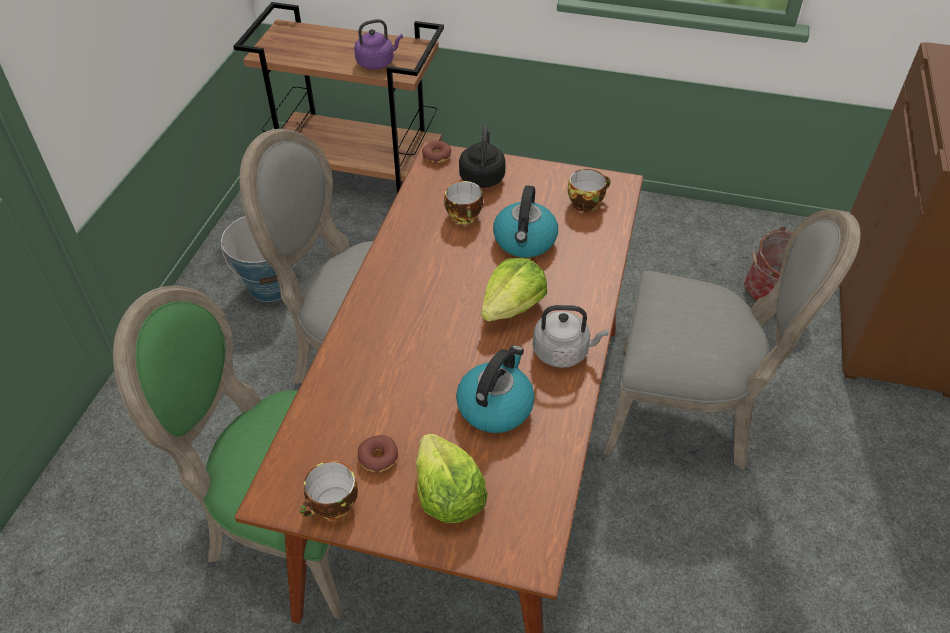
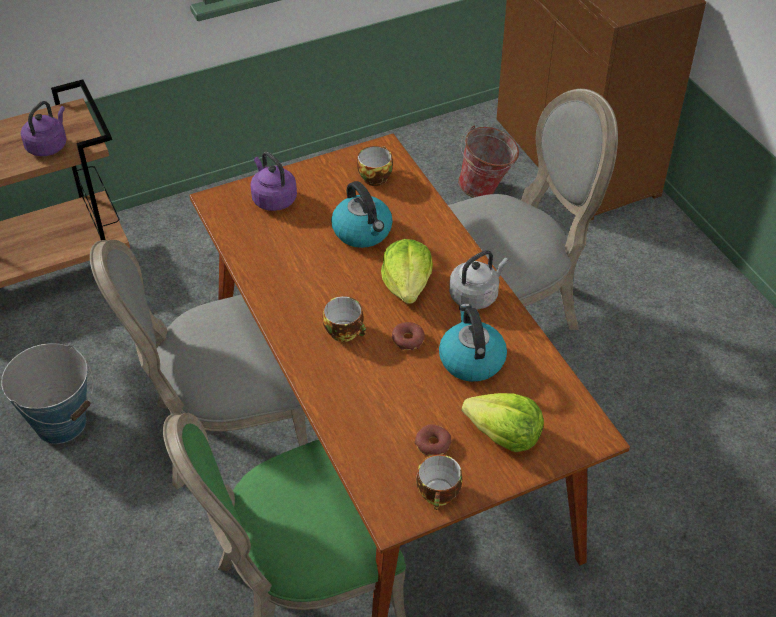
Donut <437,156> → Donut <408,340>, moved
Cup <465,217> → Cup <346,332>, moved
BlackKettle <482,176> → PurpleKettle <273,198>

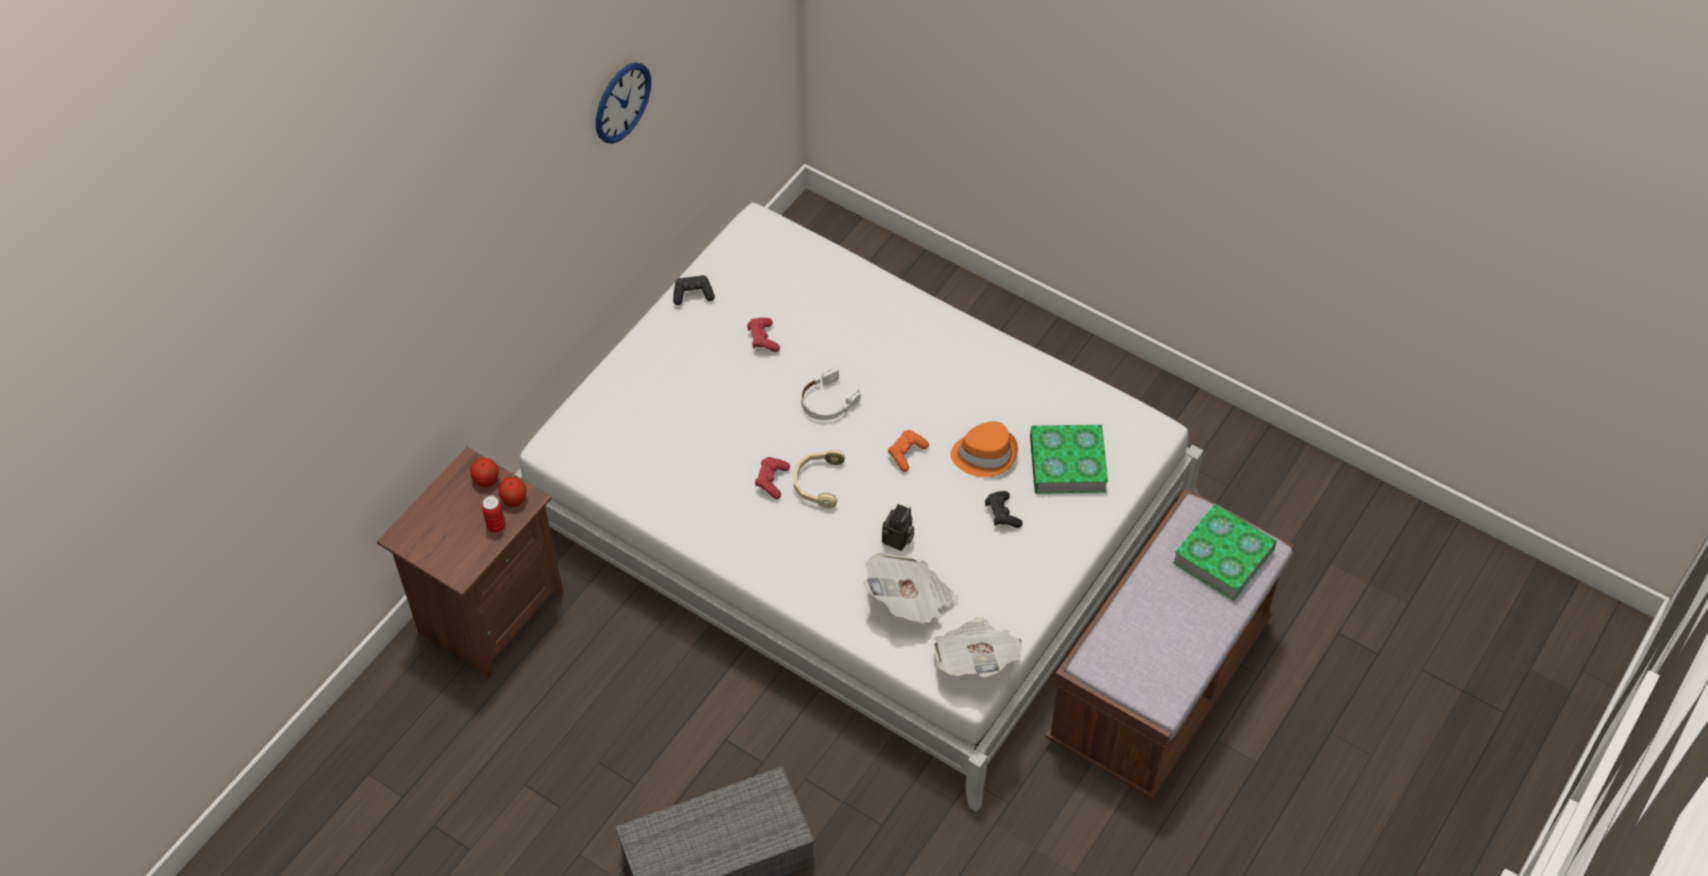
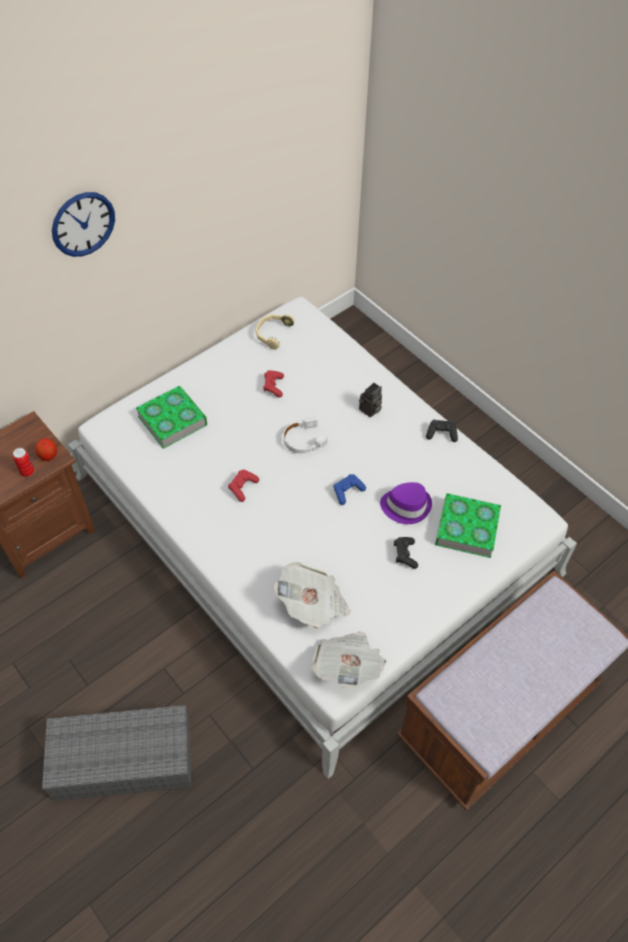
Apple <486,480> → -
WallClock <622,102> → WallClock <83,224>, moved
BlackGameController <693,294> → BlackGameController <441,434>, moved
BeigeHeadphones <817,482> → BeigeHeadphones <272,333>, moved
PhotoCamera <898,540> → PhotoCamera <370,410>, moved
Book <1223,556> → Book <172,420>, moved
OrangeGameController <906,454> → BlueGameController <347,491>
OrangeHat <984,453> → PurpleHat <406,505>

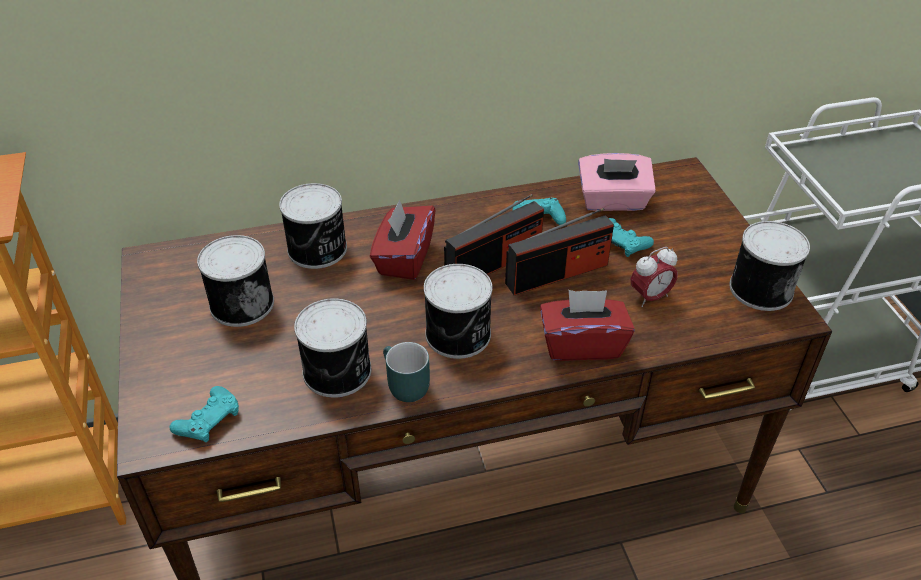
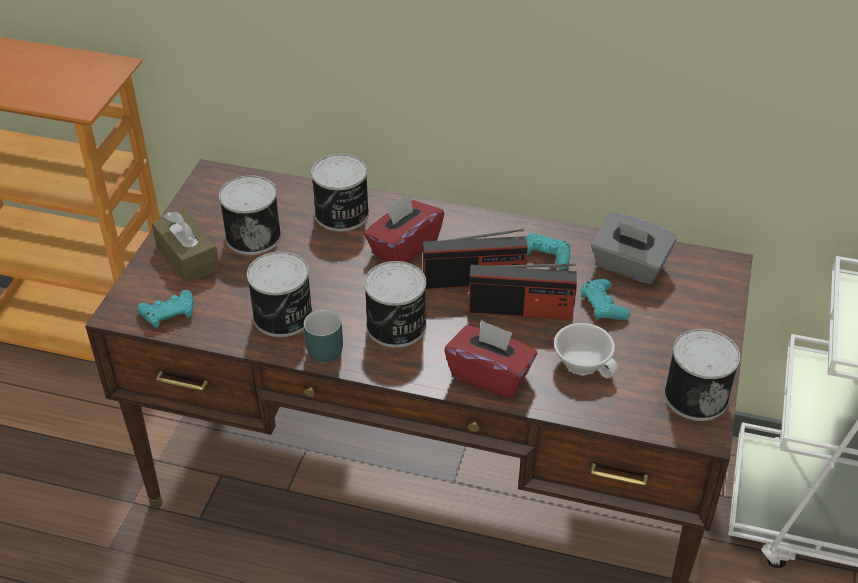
- → BrownTissueBox <187,257>
AlarmClock <650,297> → WhiteCup <585,362>
PinkTissueBox <613,201> → GreyTissueBox <629,266>

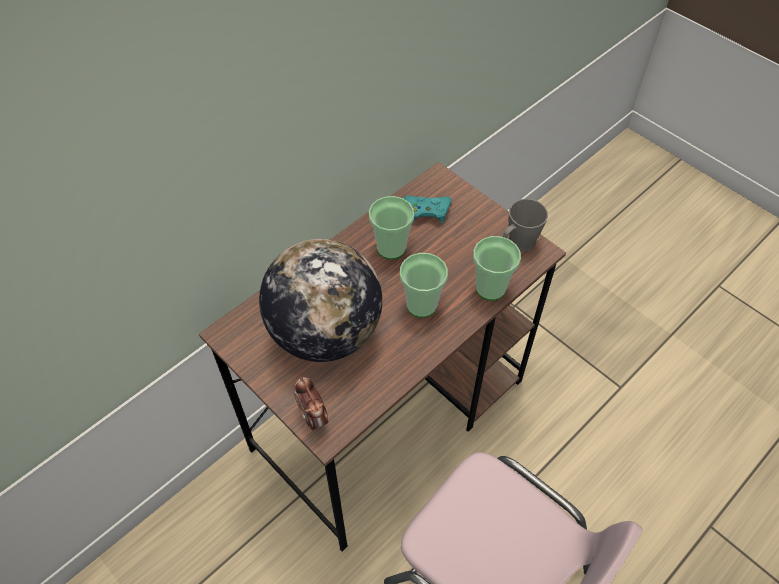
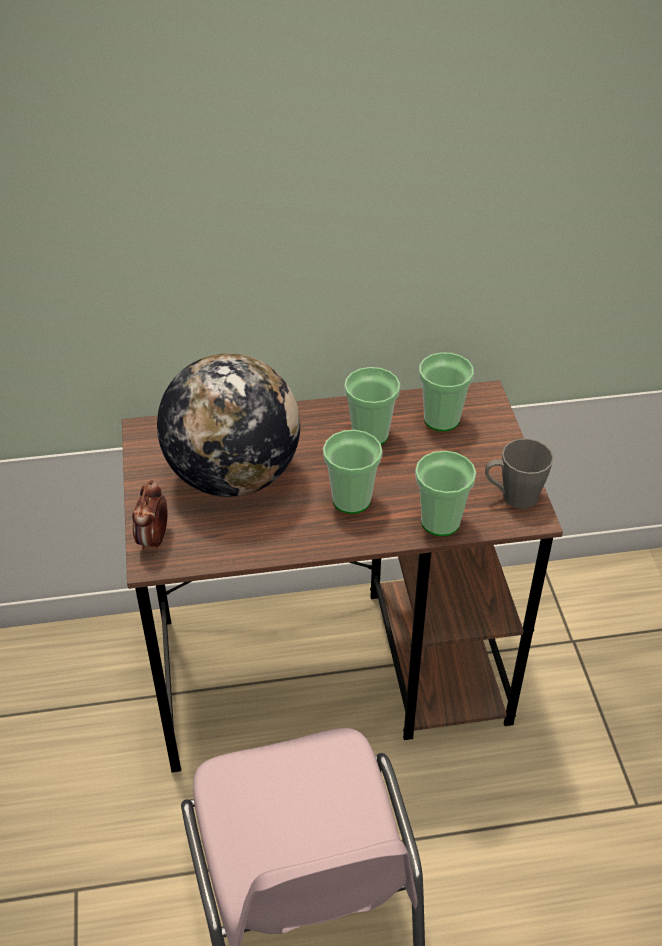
TurquoiseGameController <427,211> → Cup <441,419>

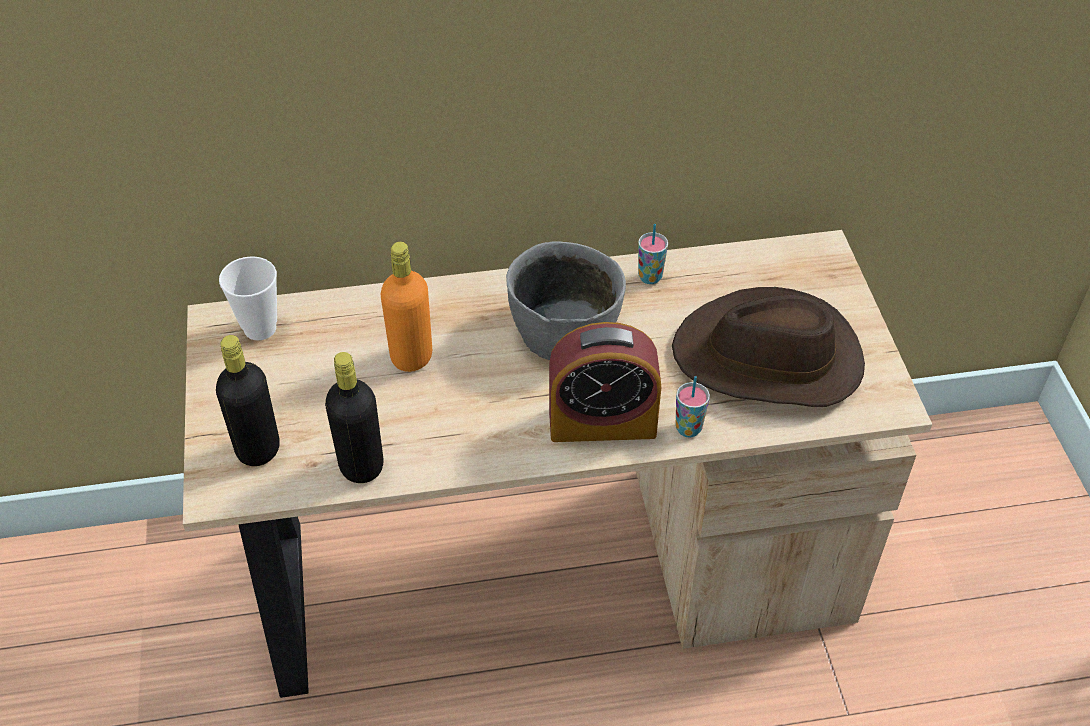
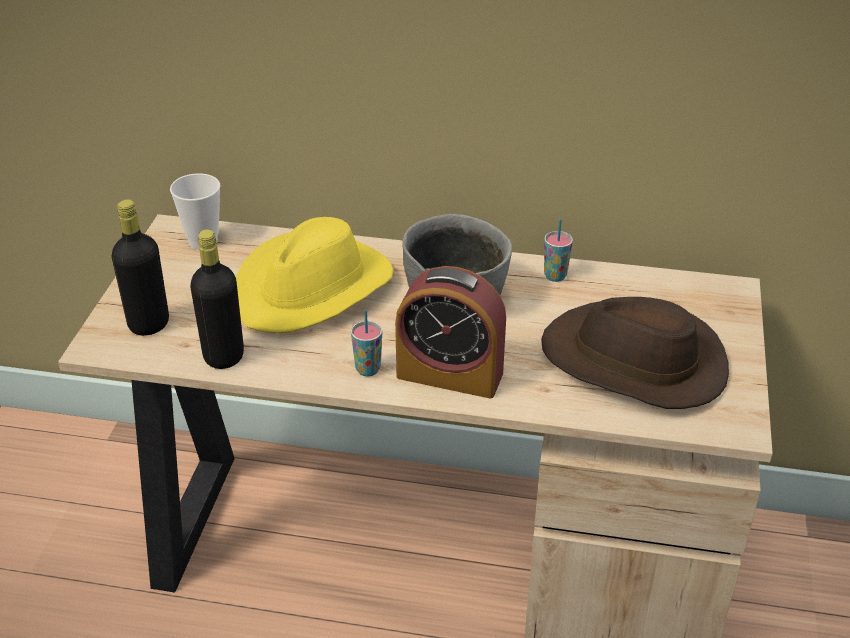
Cup <688,429> → Cup <368,369>, moved
OrangeBottle <411,357> → YellowHat <312,288>

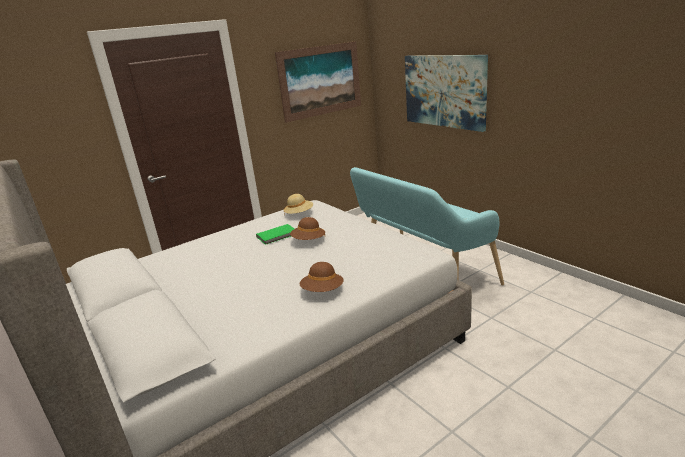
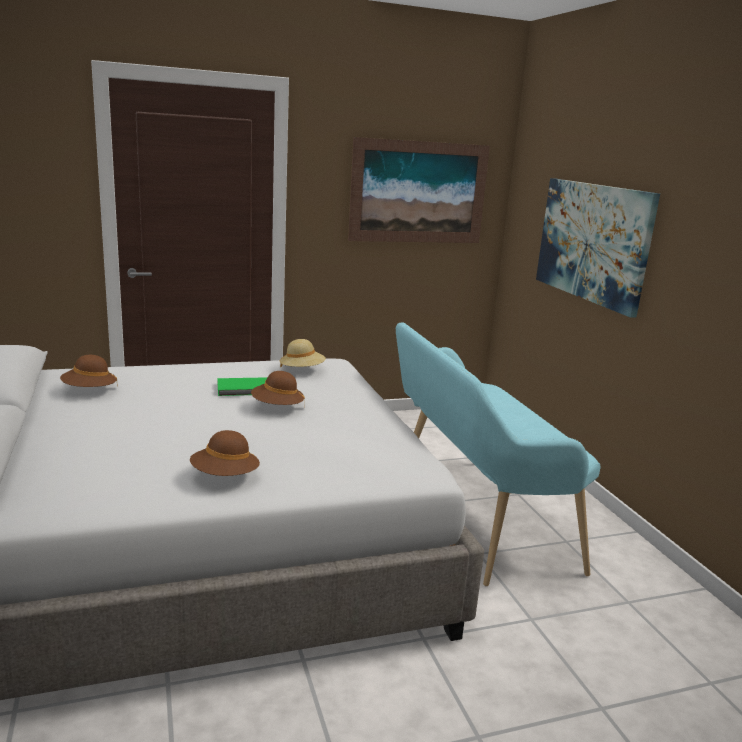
- → BrownHat <89,391>

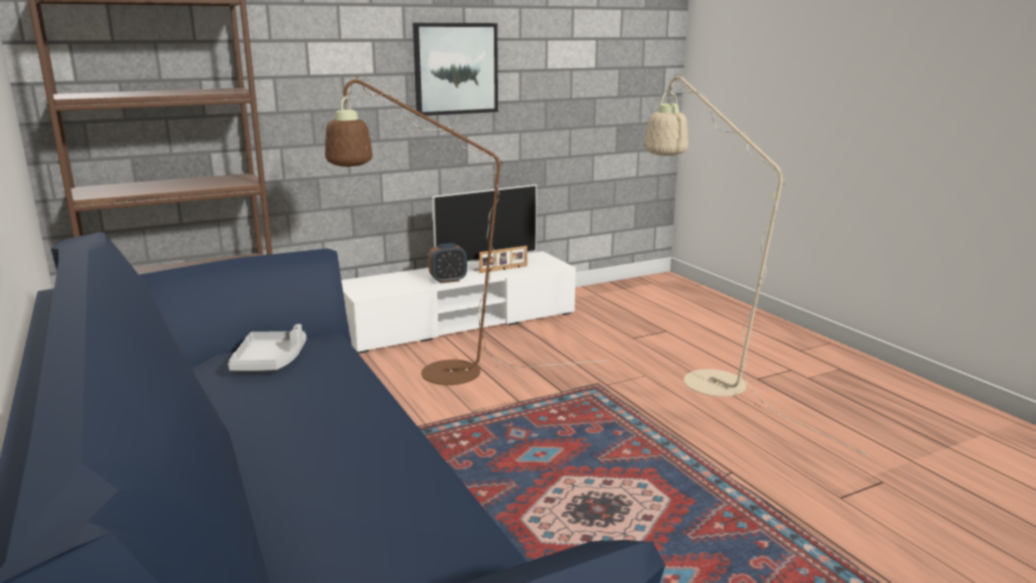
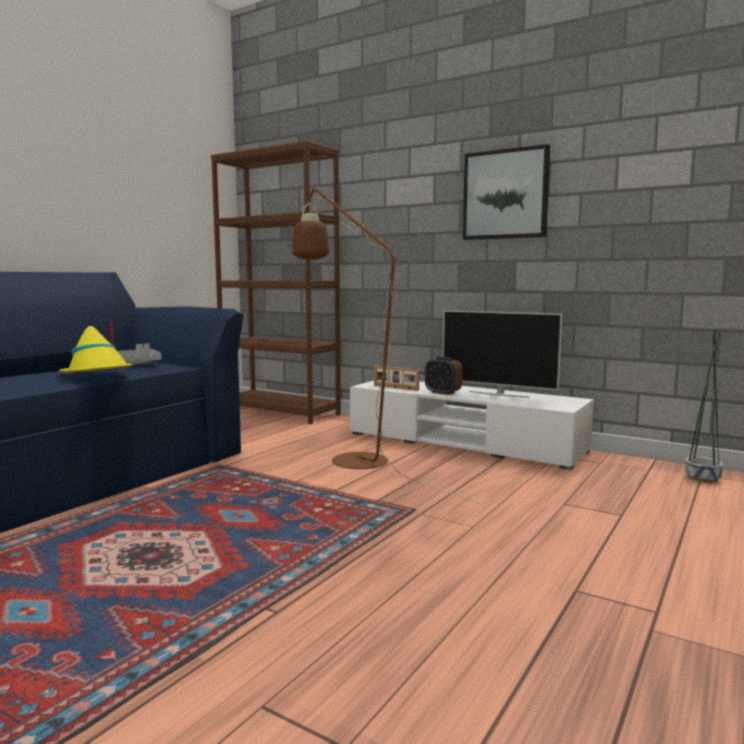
BeigeFloorLamp <701,377> → -
- → YellowHat <98,374>
- → GreenPlanter <702,478>
PictureFrame <504,269> → PictureFrame <395,388>, moved

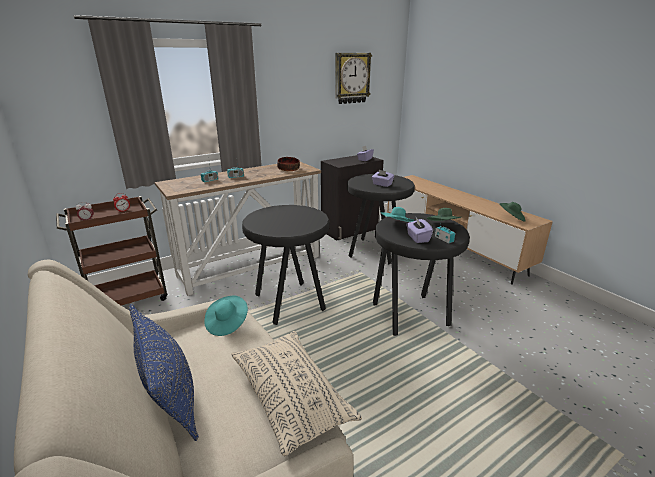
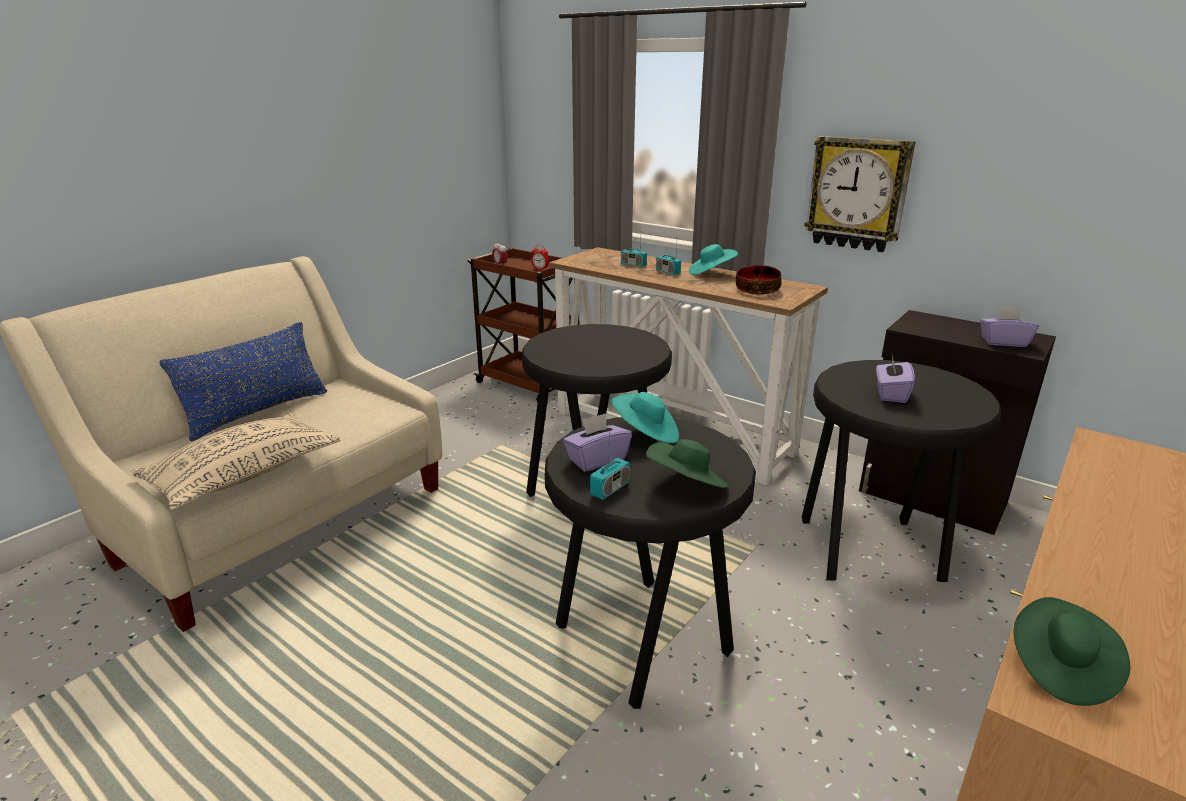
TurquoiseHat <227,323> → TurquoiseHat <711,273>, moved
WallClock <351,78> → WallClock <857,194>, moved

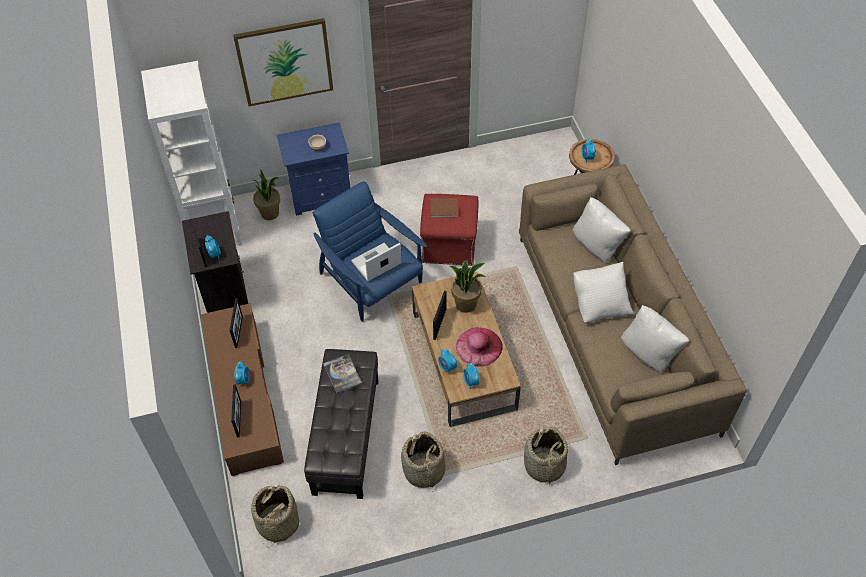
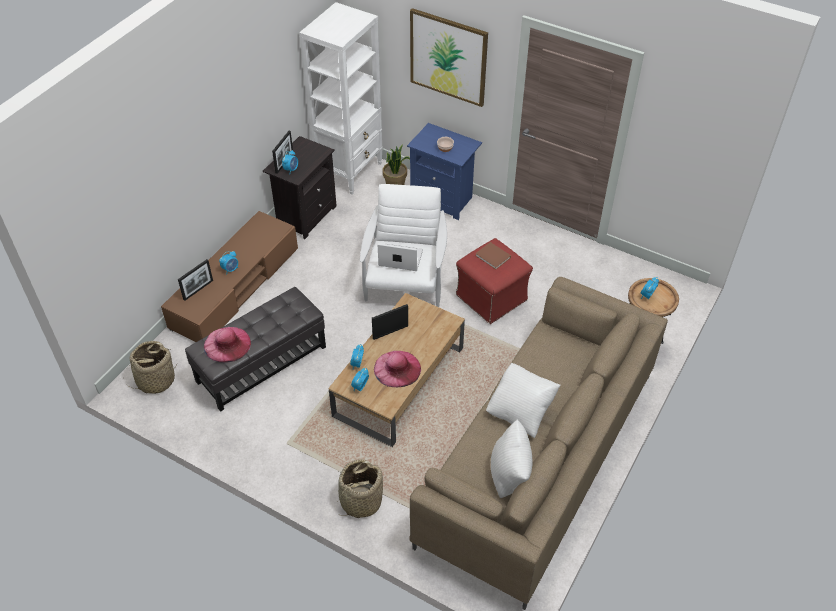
PictureFrame <238,332> → -
Book <342,374> → -
Basket <424,471> → -
PottedPlant <466,303> → -
WhitePillow <597,246> → -
- → PinkHat <227,344>
BlueArmchair <372,281> → WhiteArmchair <405,280>

